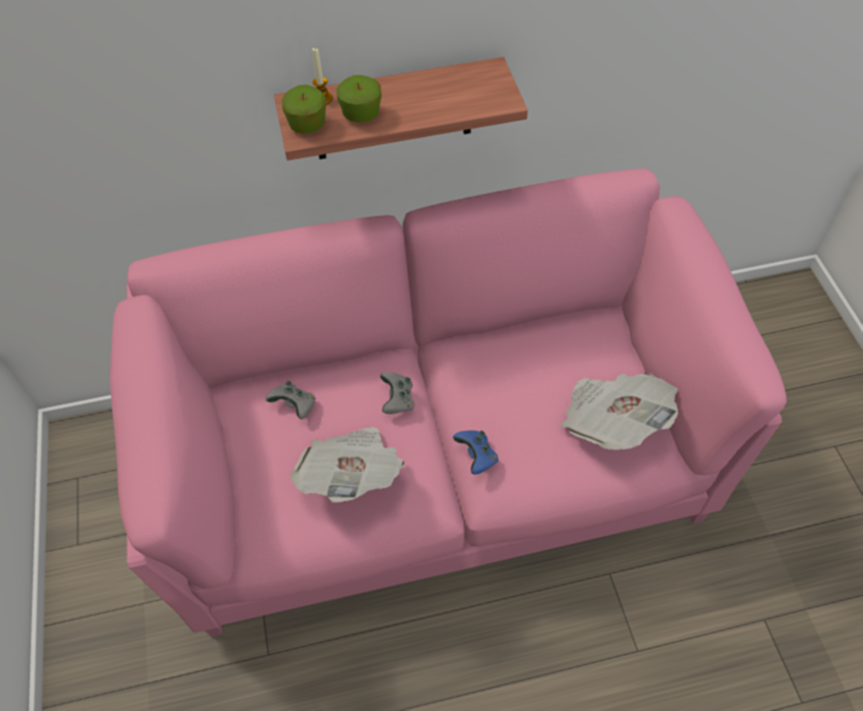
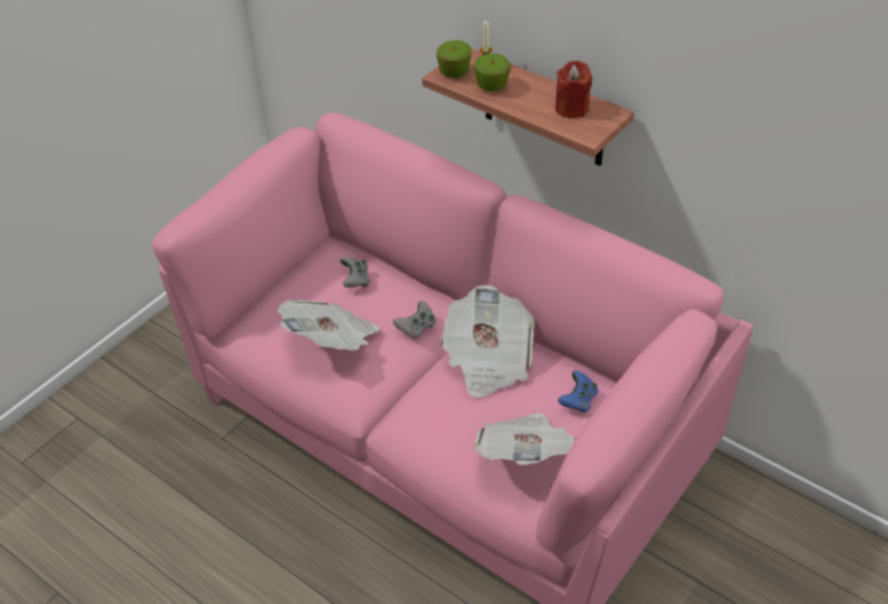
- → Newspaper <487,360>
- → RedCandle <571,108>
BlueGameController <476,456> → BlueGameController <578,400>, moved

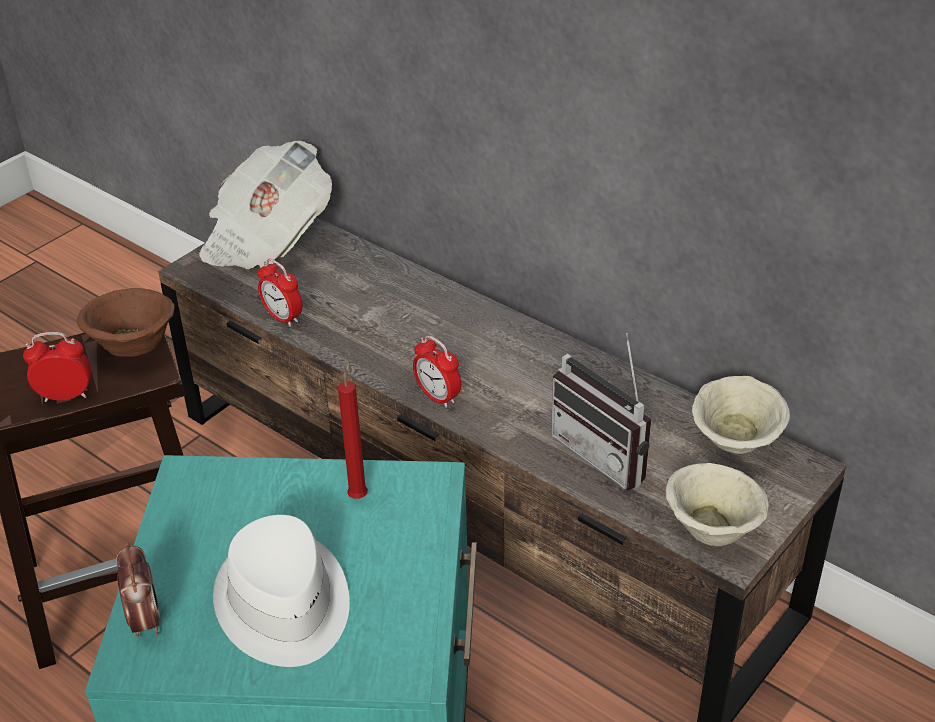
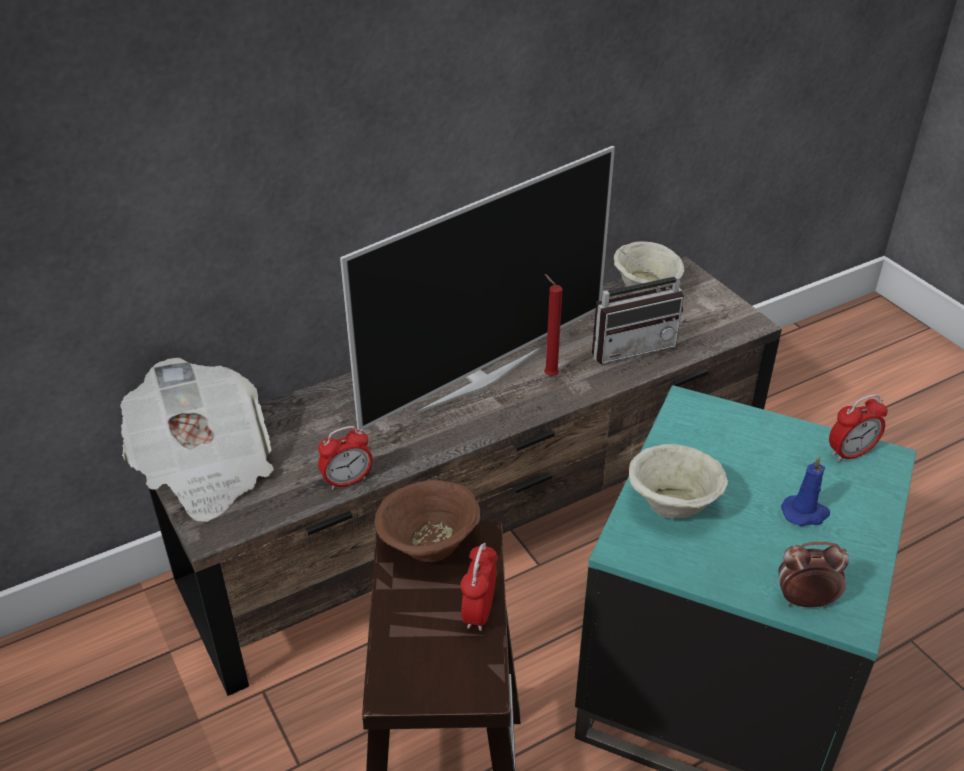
- → Television <478,379>
RedCandle <359,495> → RedCandle <549,375>, moved
AlarmClock <438,397> → AlarmClock <850,453>, moved
BeigeBowl <710,530> → BeigeBowl <671,506>, moved
WhiteHat <283,605> → BlueCandle <805,513>

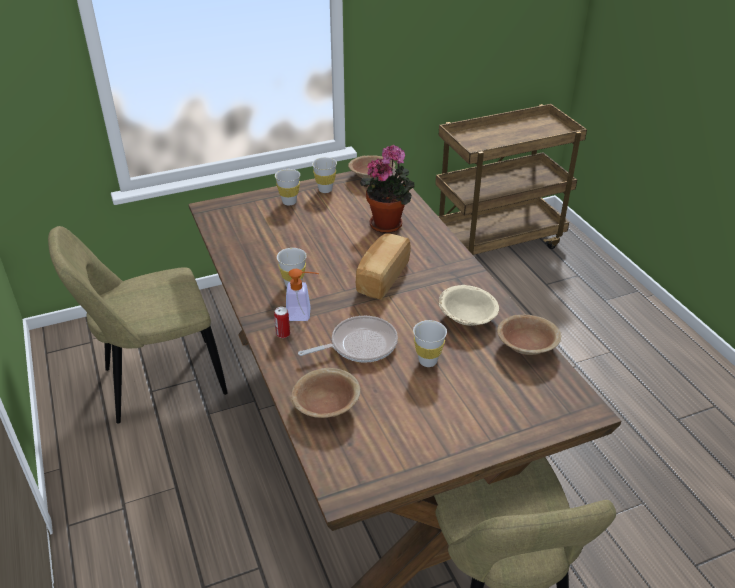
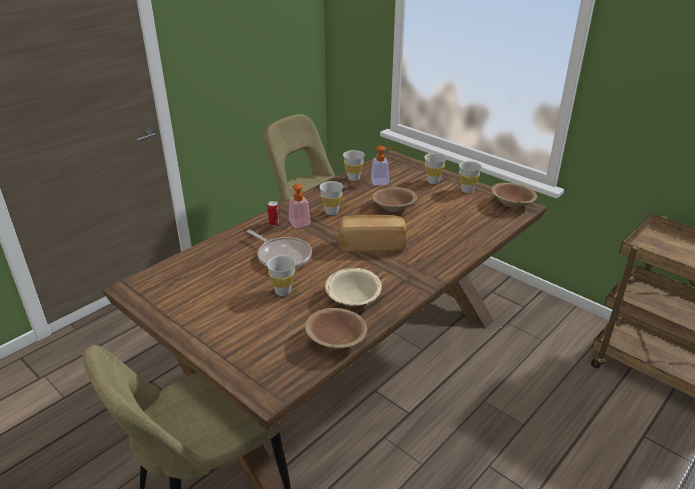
PottedPlant <388,223> → -
- → WhiteCup <353,178>
- → SoapDispenser <383,181>
BrownBowl <326,406> → BrownBowl <393,208>, moved

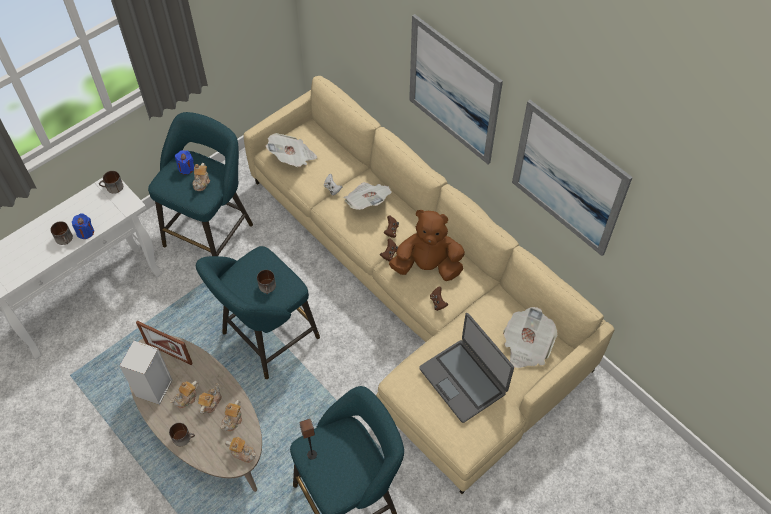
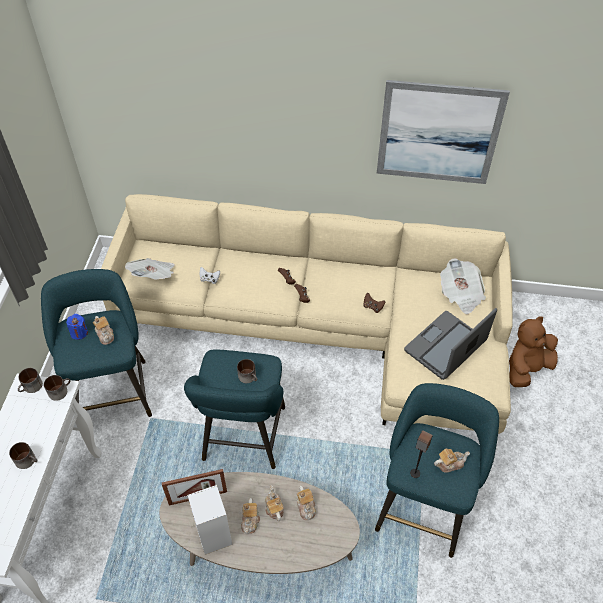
BlueCandle <85,232> → -
Newspaper <367,202> → -
Picture <453,90> → -
Mug <184,437> → Mug <60,390>, moved
Teapot <243,452> → Teapot <449,463>, moved
BrownPlushToy <427,266> → BrownPlushToy <526,368>, moved
Laptop <463,380> → Laptop <445,346>, 120 degrees clockwise

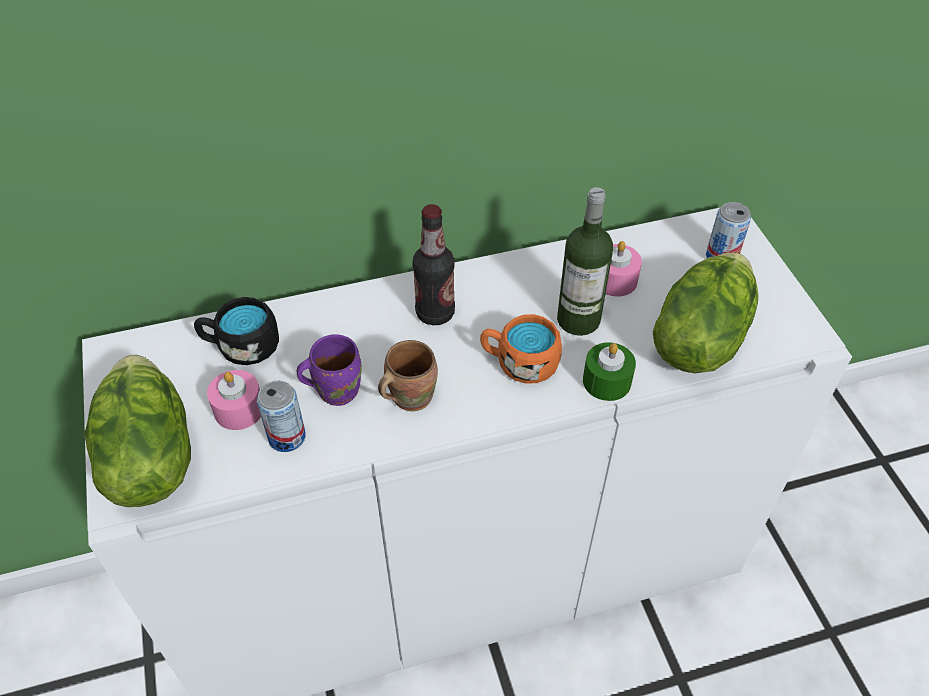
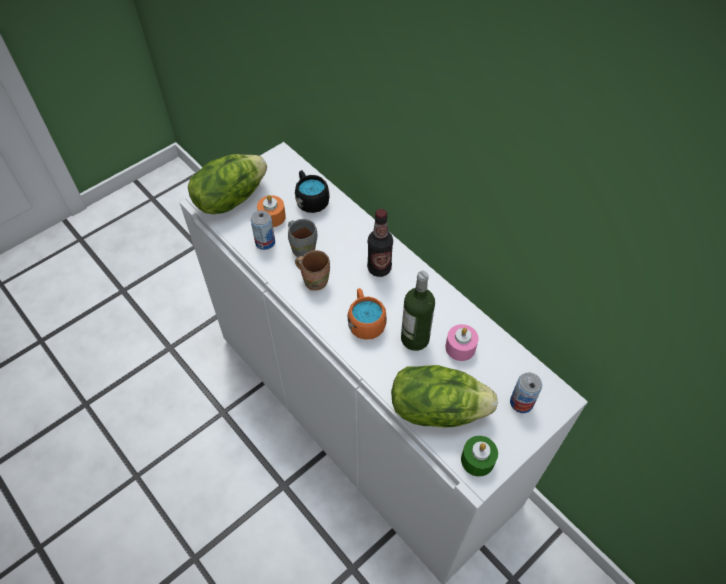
GreenCandle <606,381> → GreenCandle <477,460>, moved
PinkCandle <239,409> → OrangeCandle <272,217>
PurpleMug <335,389> → GreyMug <304,248>

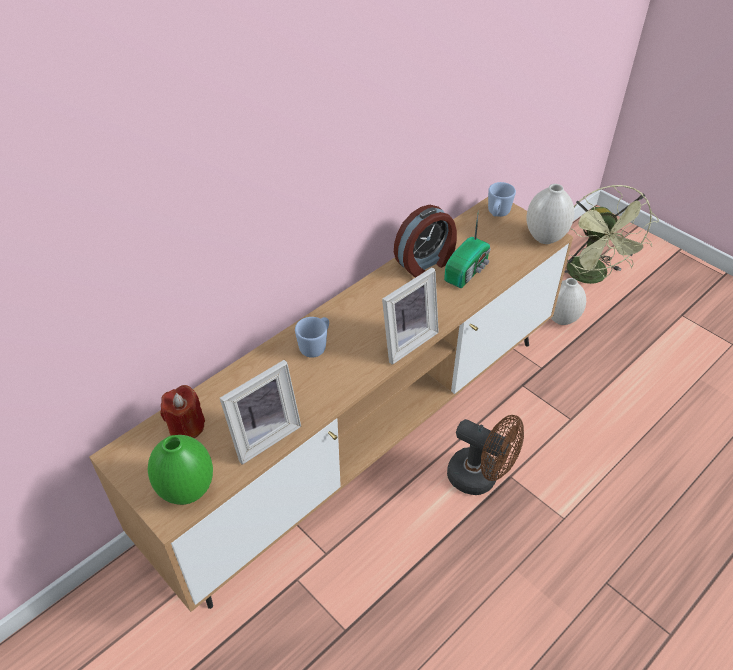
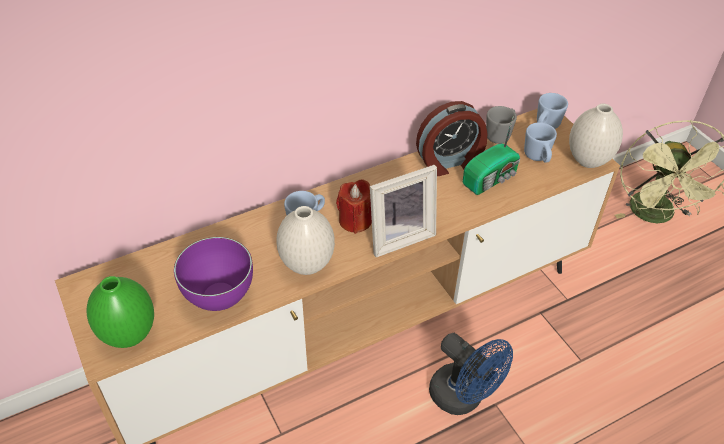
- → GreyMug <500,135>
- → BlueMug <538,158>
RedCandle <186,427> → RedCandle <355,220>, moved
WhiteVase <561,319> → WhiteVase <307,264>, moved
PictureFrame <263,435> → PurpleBowl <221,298>
BrownFan <480,478> → BlueFan <463,398>

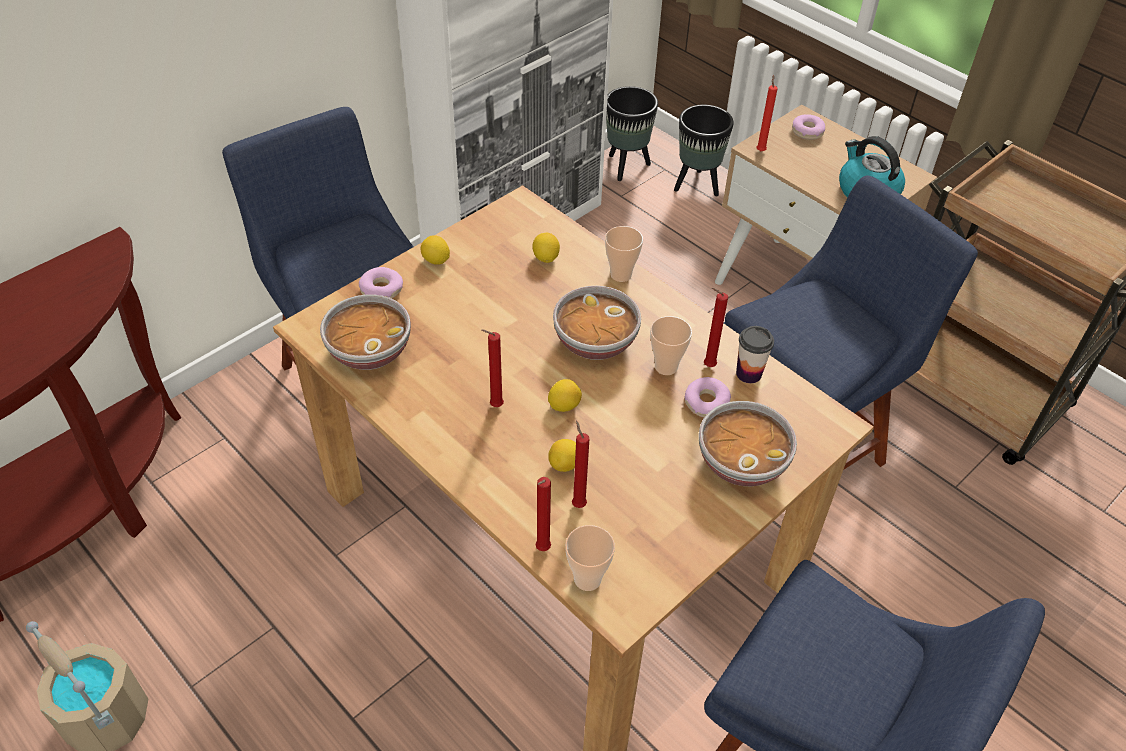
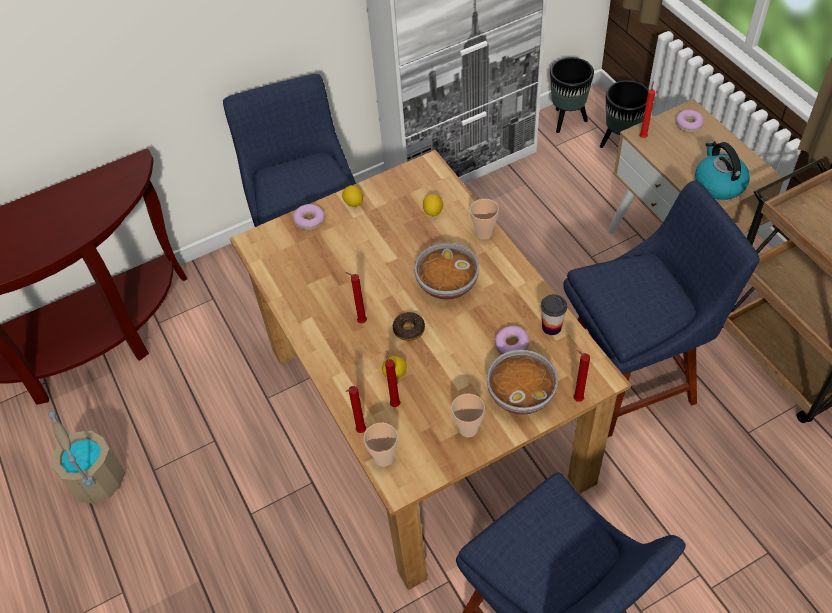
Bowl <369,351> → -
Cup <666,367> → Cup <468,429>, moved
RedCandle <707,366> → RedCandle <576,399>, moved
Lemon <564,405> → Donut <409,329>

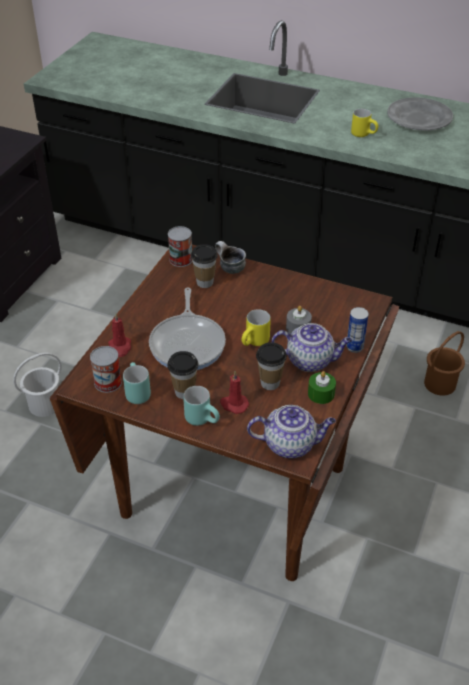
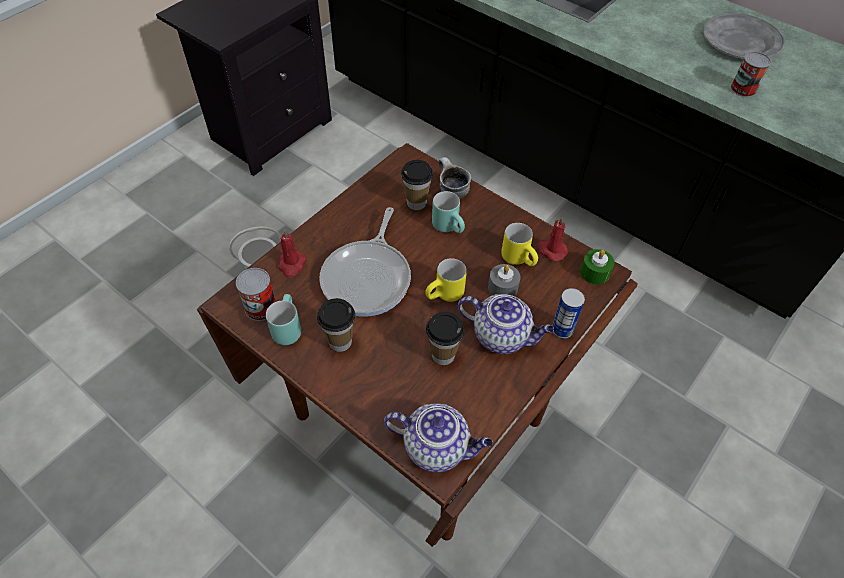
BrownBucket <440,384> → -
Can <181,259> → Can <743,89>, moved
TurquoiseMug <203,419> → TurquoiseMug <450,227>, moved
RedCandle <233,404> → RedCandle <551,250>, moved
GreenCandle <321,394> → GreenCandle <594,272>, moved
YellowMug <364,134> → YellowMug <520,259>, moved

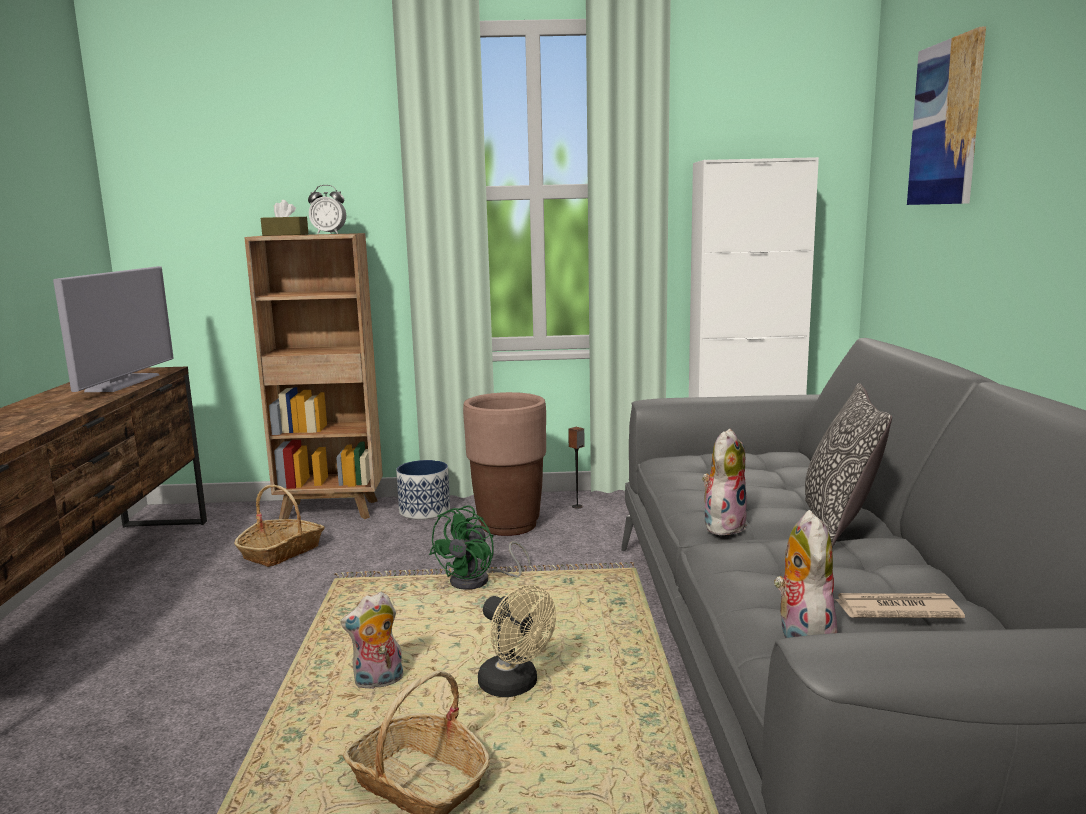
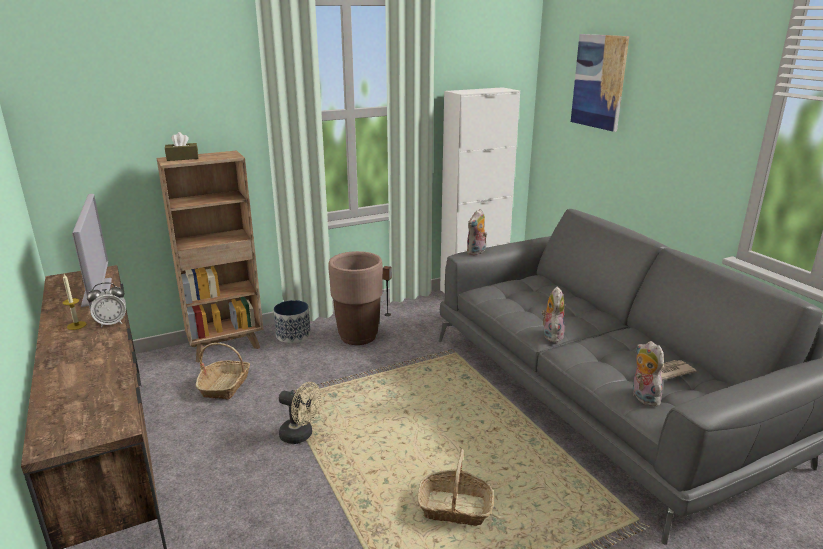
GreenFan <478,581> → -
Pillow <838,526> → -
- → Candle <76,325>
AlarmClock <329,234> → AlarmClock <111,323>, moved
PlushToy <378,683> → PlushToy <476,252>, moved
BeigeFan <515,686> → BeigeFan <301,435>, moved

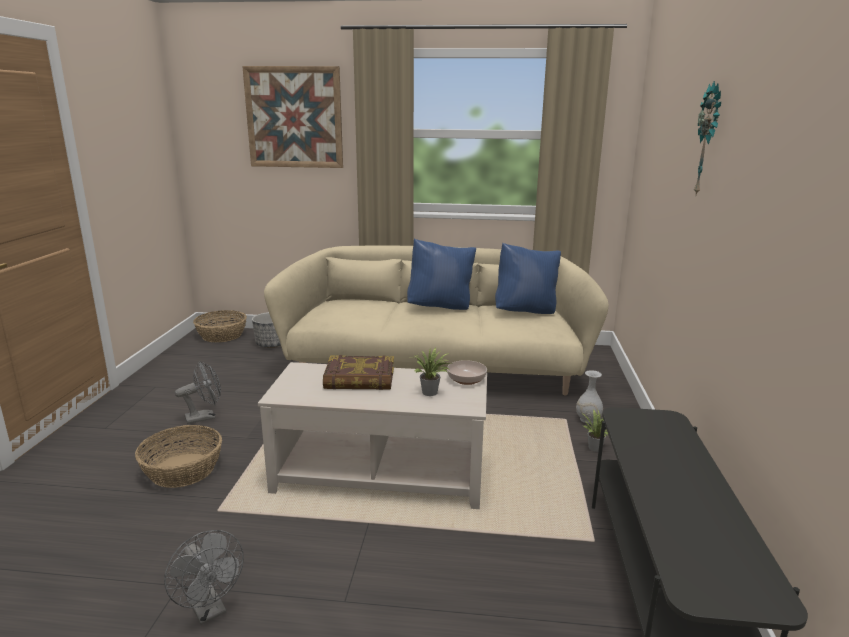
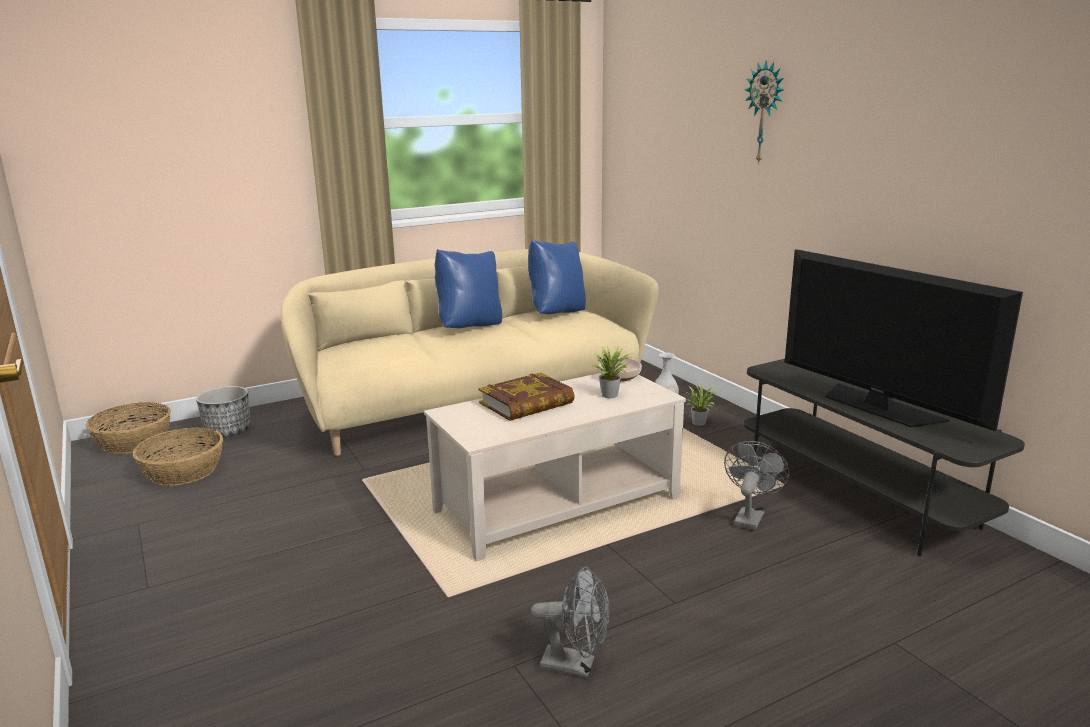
Picture <294,117> → -
- → Television <878,407>
Basket <183,470> → Basket <183,471>, moved
GreyFan <205,417> → GreyFan <750,516>, moved

